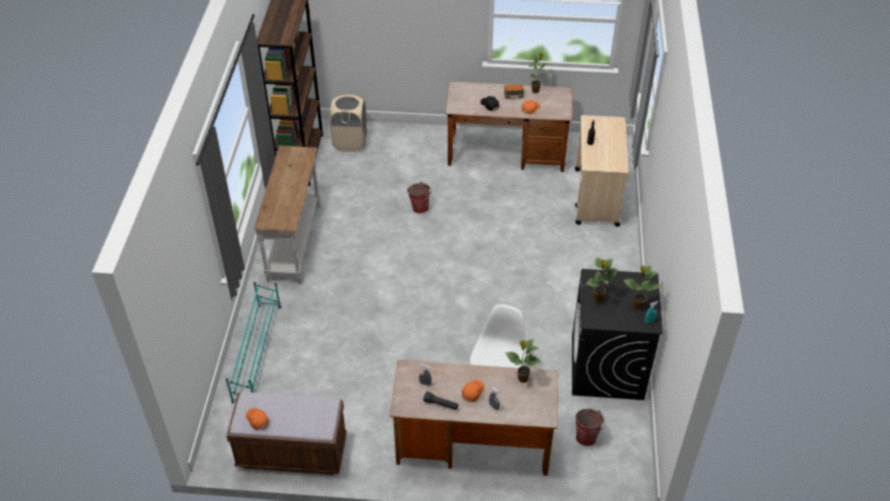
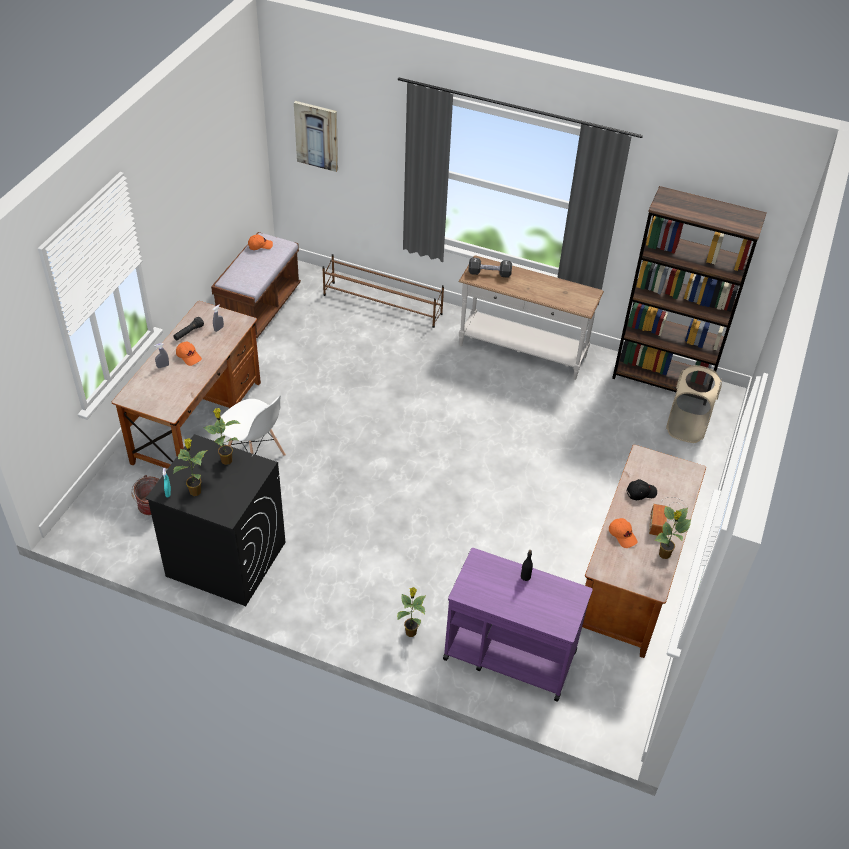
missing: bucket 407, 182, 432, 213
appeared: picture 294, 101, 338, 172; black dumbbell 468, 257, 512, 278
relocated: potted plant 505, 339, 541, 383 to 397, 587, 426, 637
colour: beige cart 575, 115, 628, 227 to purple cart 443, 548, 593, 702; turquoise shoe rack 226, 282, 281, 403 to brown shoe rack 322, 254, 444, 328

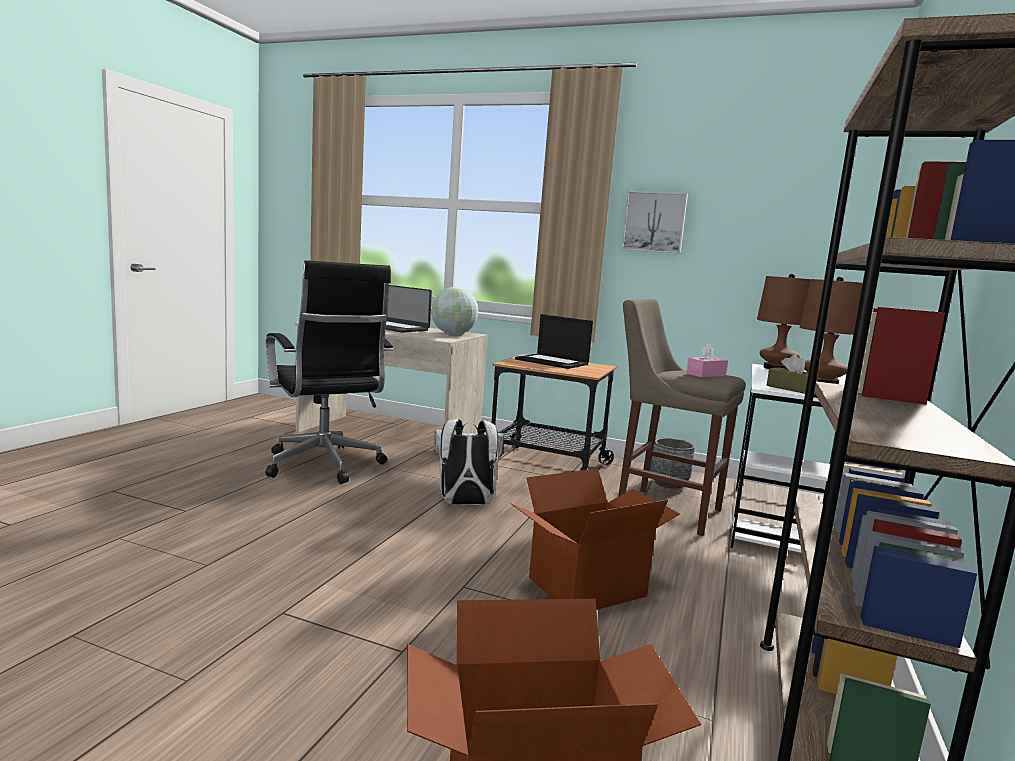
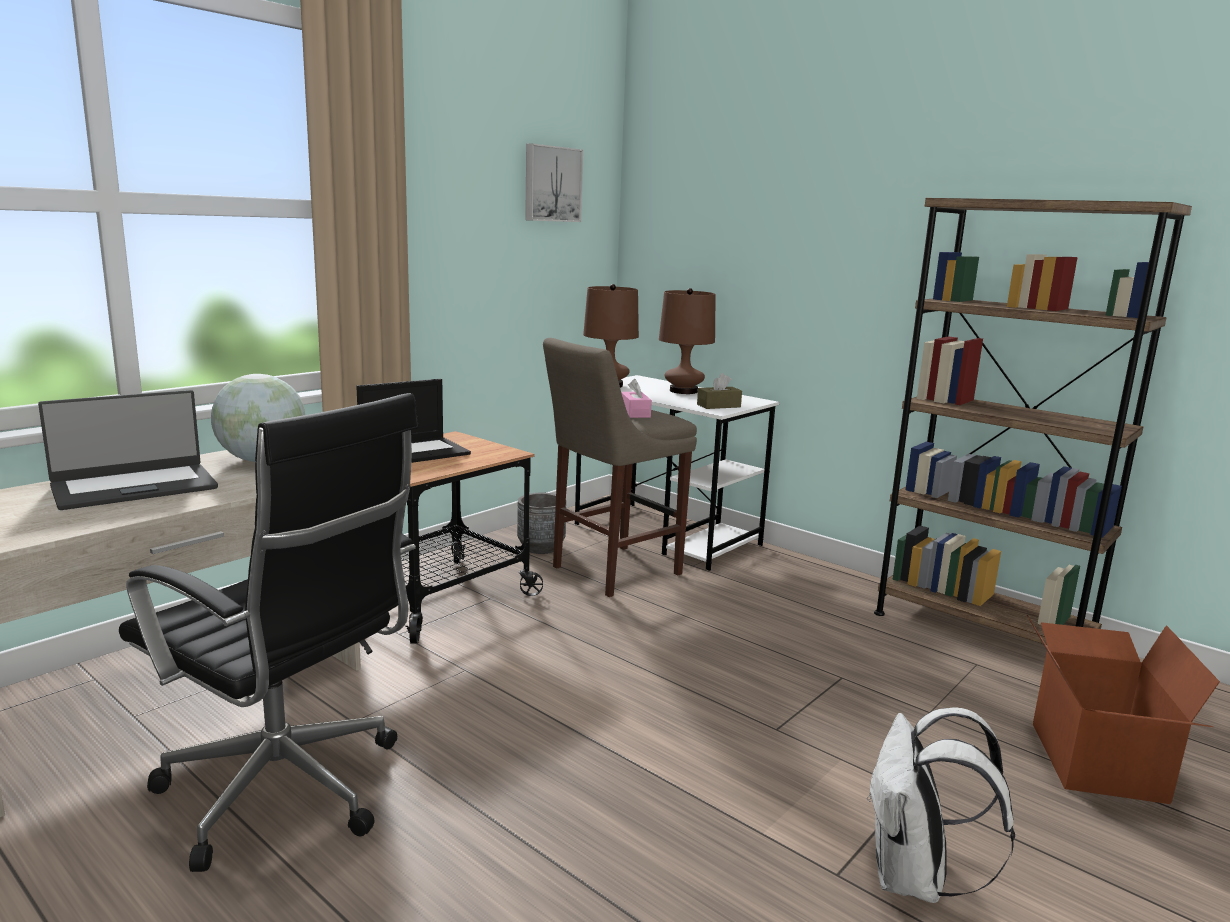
missing: cardboard box 510, 469, 680, 610
relocated: picture 622, 191, 688, 254 to 525, 143, 583, 222; white backpack 435, 419, 504, 505 to 867, 707, 1015, 903
spun: black office chair 265, 260, 394, 484 = 119, 393, 419, 872 45 degrees clockwise

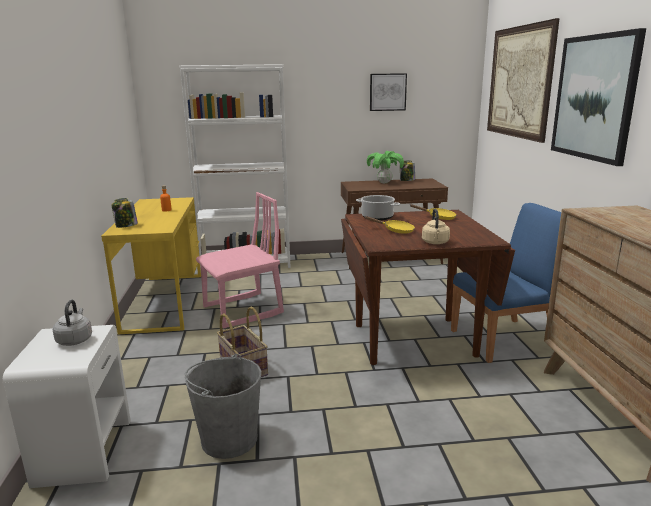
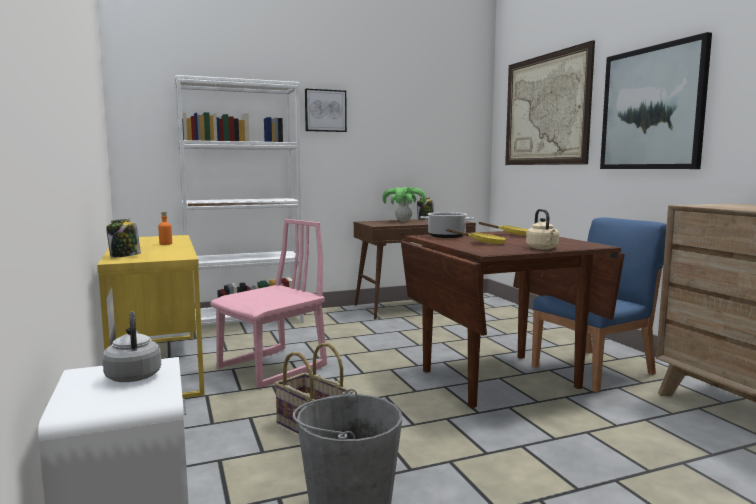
relocated: picture 370, 73, 407, 111 to 305, 89, 347, 132

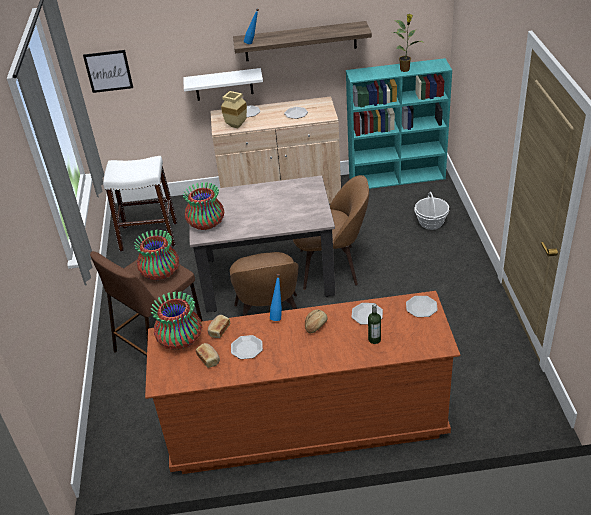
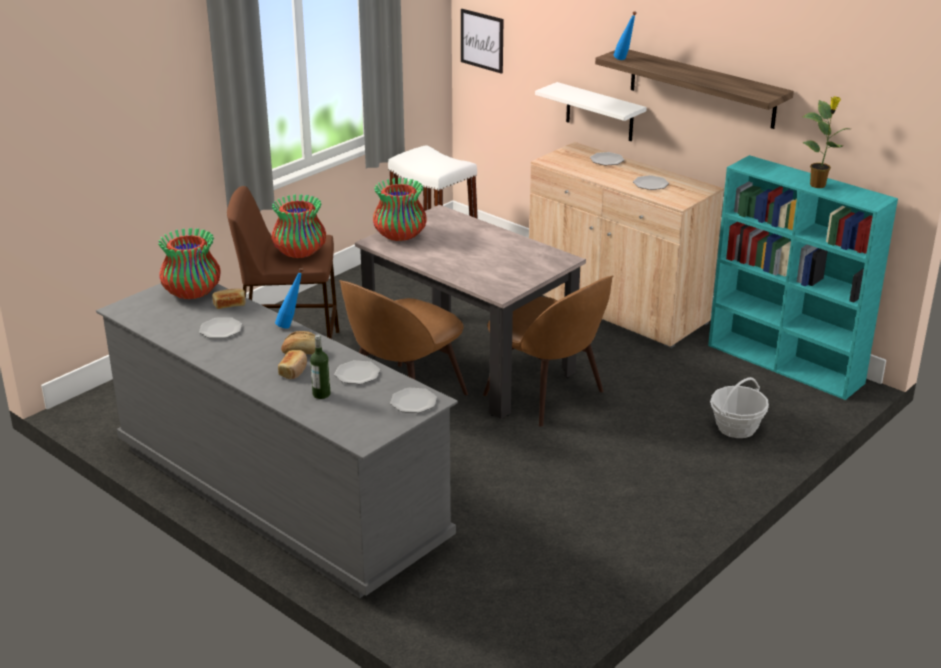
missing: beige vase 221, 91, 247, 128
relocated: bread 196, 343, 220, 368 to 278, 350, 307, 379
colour: brown dresser 145, 291, 460, 474 to grey dresser 96, 283, 458, 598

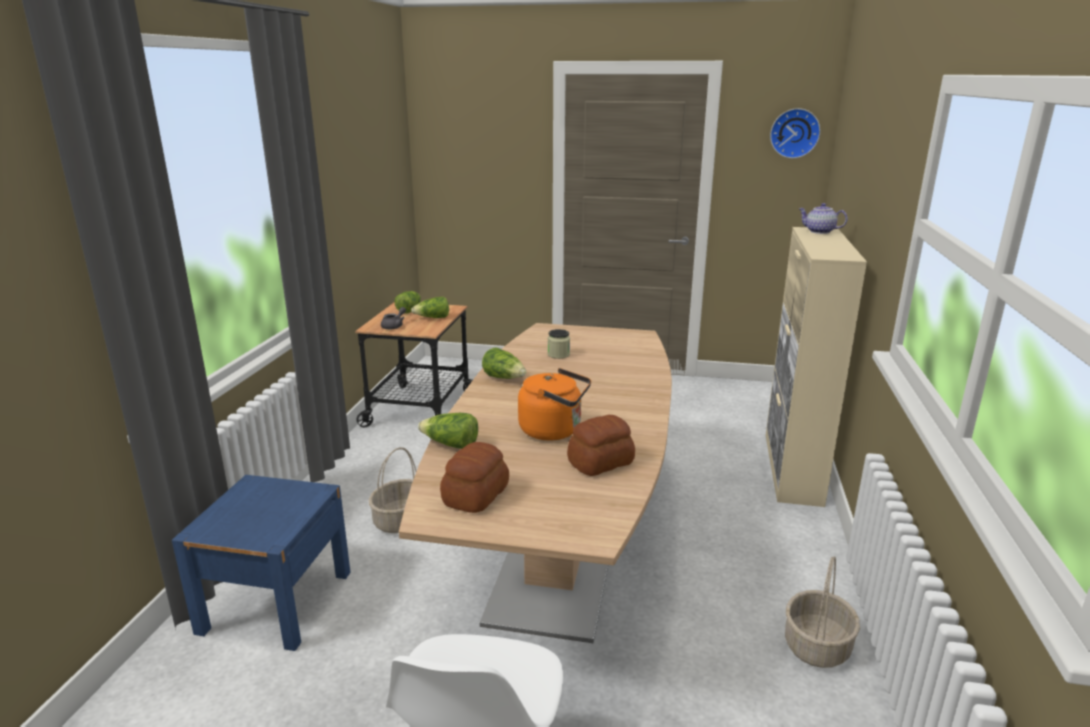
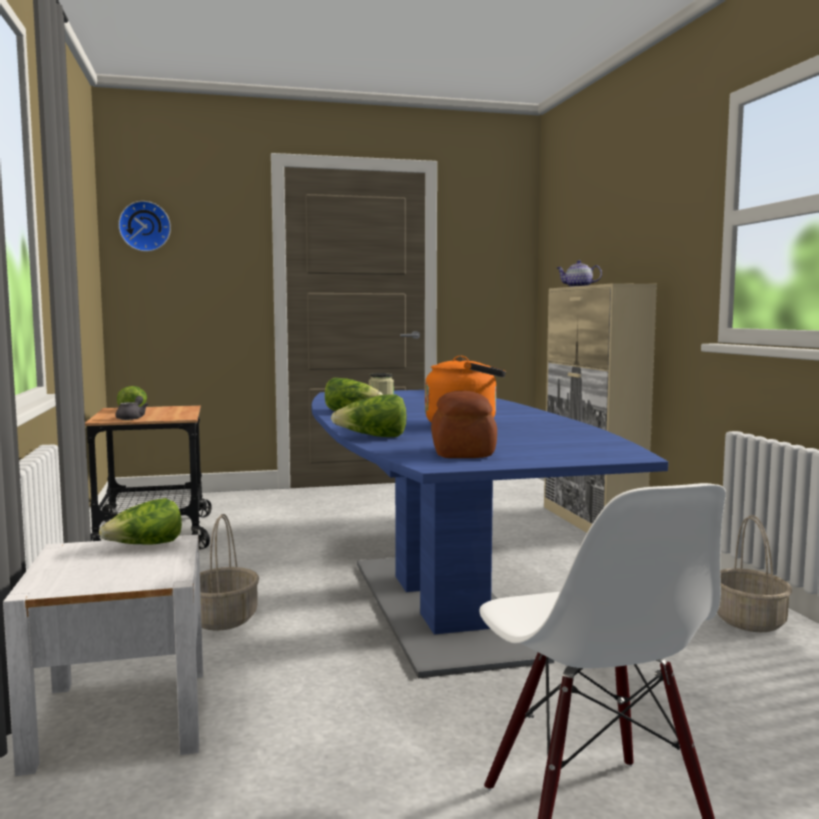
missing: bread 567, 415, 635, 476
relocated: wall clock 770, 108, 820, 158 to 118, 201, 171, 252; lettuce 411, 297, 449, 318 to 99, 498, 182, 545
colour: brown dining table 399, 323, 672, 643 to blue dining table 311, 390, 668, 678; blue nightstand 172, 475, 350, 651 to white nightstand 3, 535, 203, 776

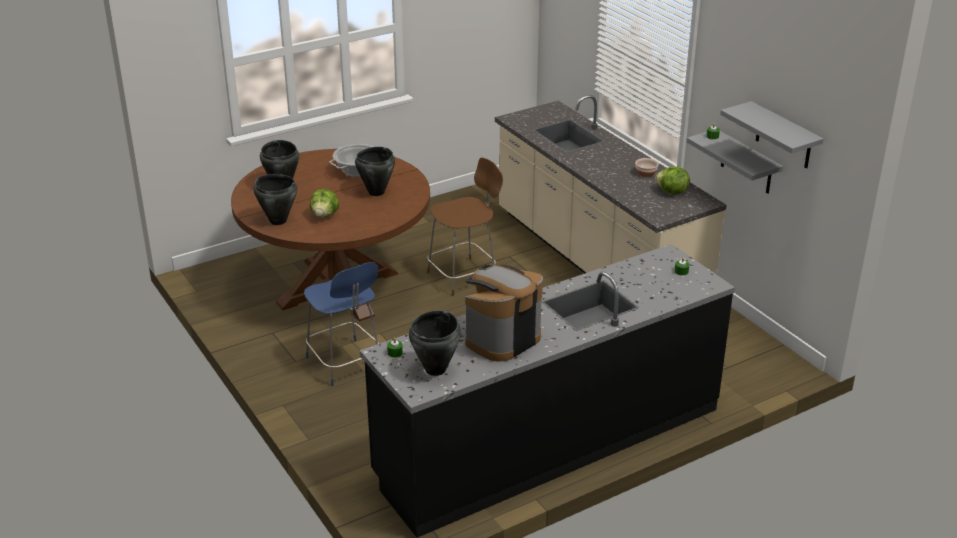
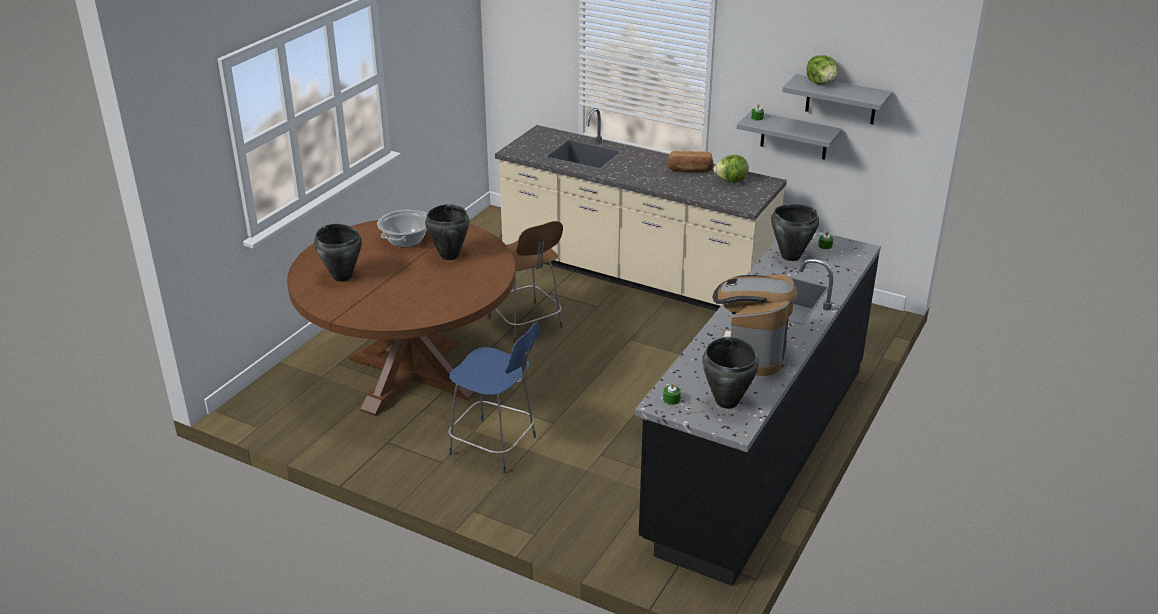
relocated: black cooking pot 253, 174, 297, 225 to 771, 204, 819, 261; lettuce 310, 189, 339, 217 to 807, 55, 838, 84
exchanged: bowl 635, 158, 659, 177 to bread 668, 151, 713, 173
spun: brown chair 427, 158, 503, 296 = 489, 221, 563, 344 120 degrees clockwise

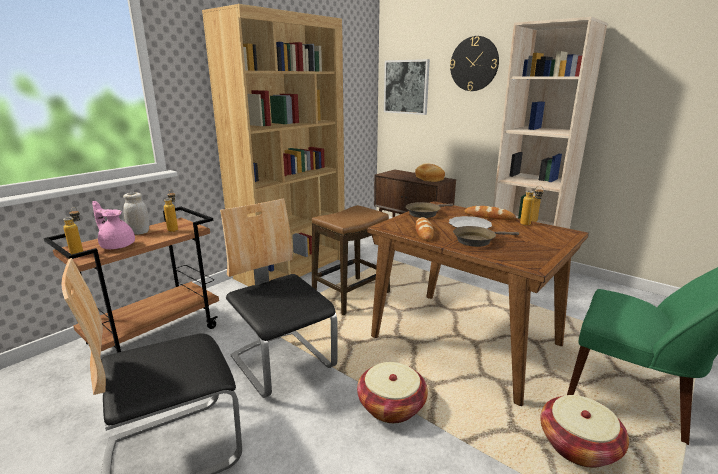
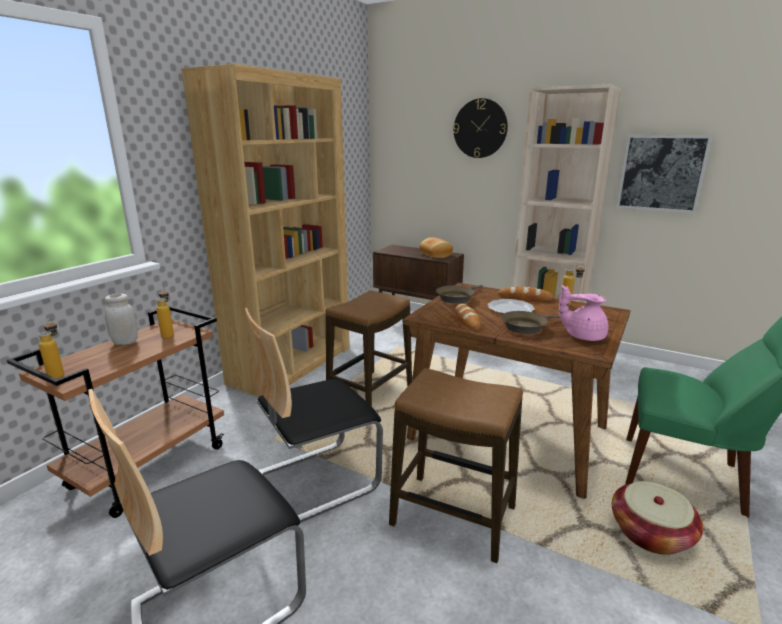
relocated: picture 384, 59, 430, 115 to 616, 135, 712, 213; pink teapot 92, 201, 135, 249 to 559, 285, 608, 341
exchanged: basket 357, 362, 428, 423 to stool 389, 368, 523, 563
spun: chair 220, 198, 337, 398 = 245, 308, 383, 523 75 degrees counterclockwise

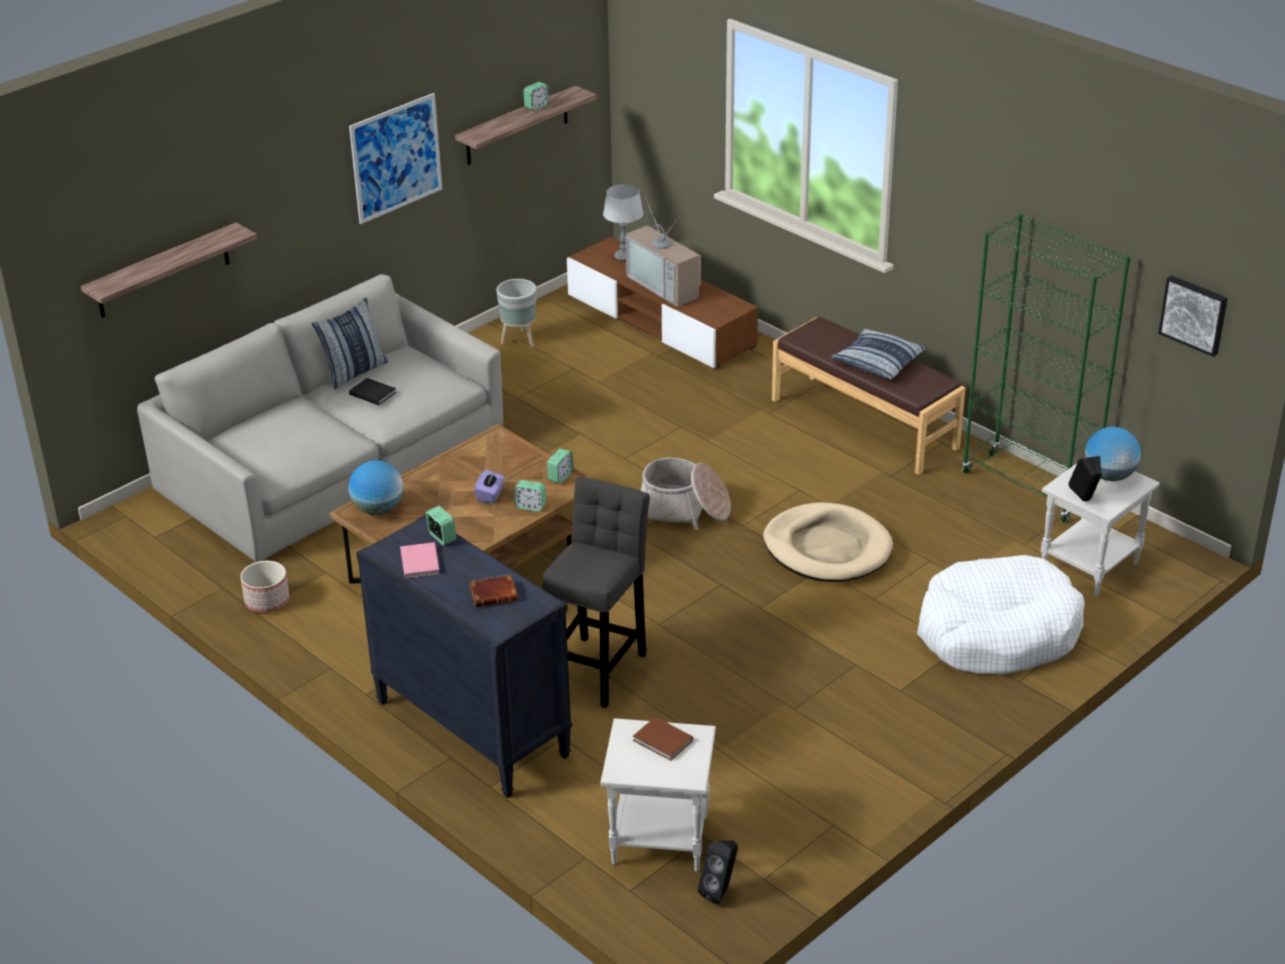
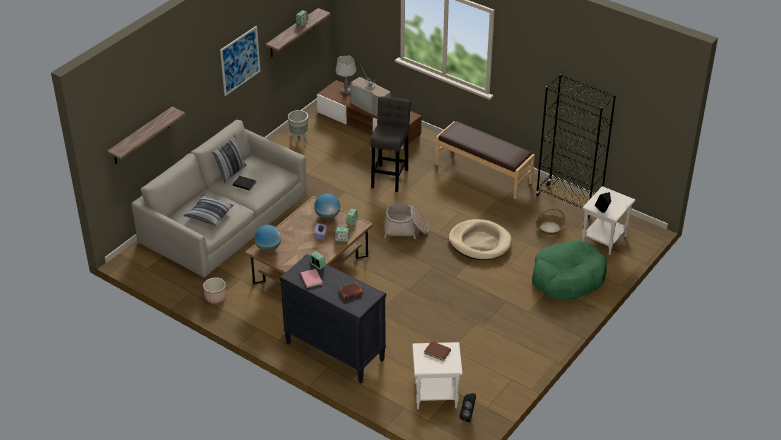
missing: picture 1158, 275, 1228, 357
appeared: basket 536, 209, 565, 235
relocated: pillow 830, 328, 926, 380 to 183, 195, 234, 226; globe 1085, 427, 1141, 481 to 314, 193, 340, 219; grey stool 542, 477, 650, 708 to 370, 96, 411, 192
colour: green bookcase 962, 213, 1131, 523 to black bookcase 536, 74, 616, 218; white dog bed 917, 555, 1085, 675 to green dog bed 532, 240, 607, 300

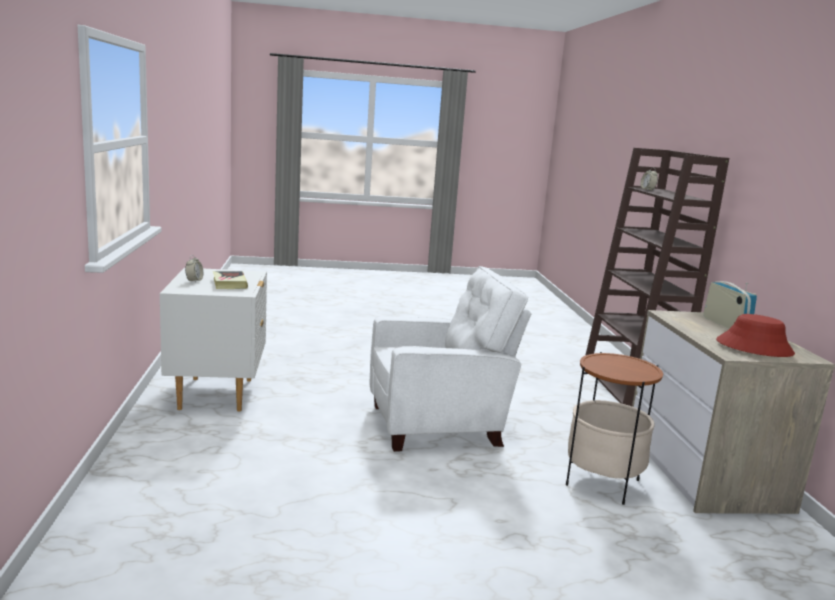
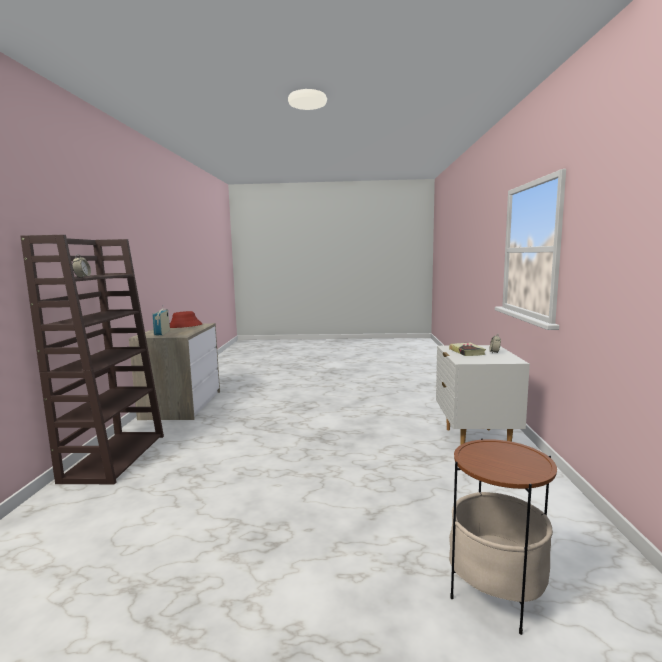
missing: white armchair 370, 266, 531, 452
relocated: side table 566, 352, 663, 505 to 449, 438, 557, 635

